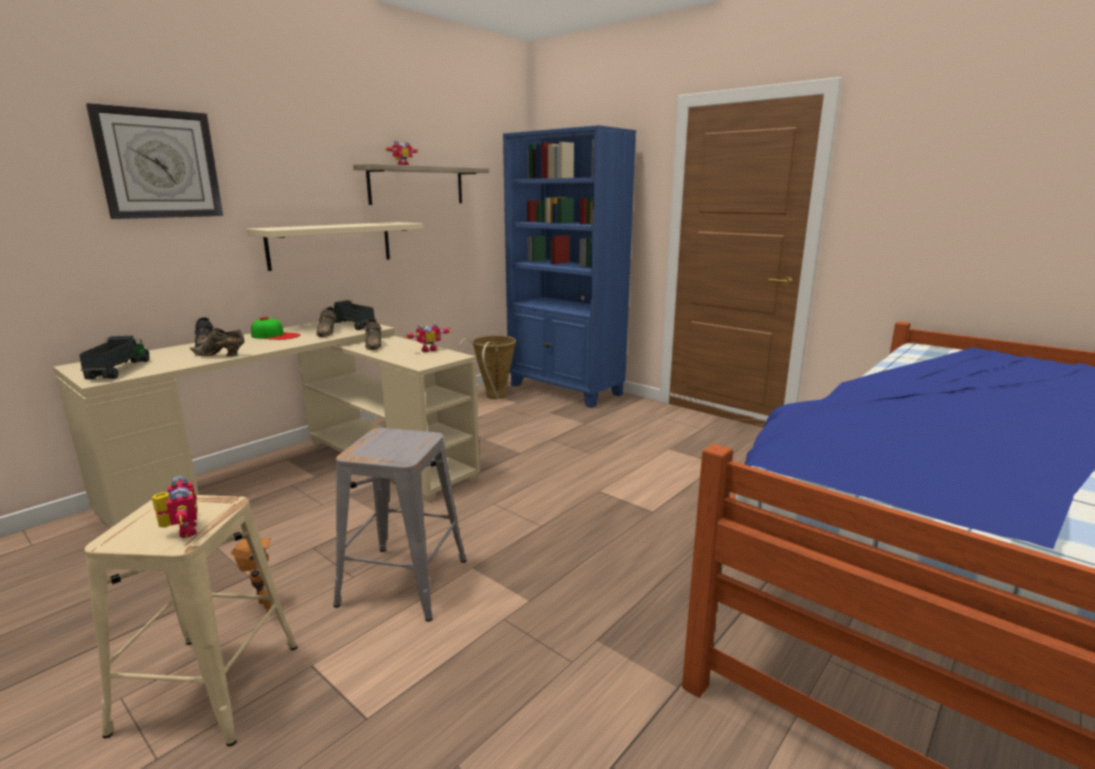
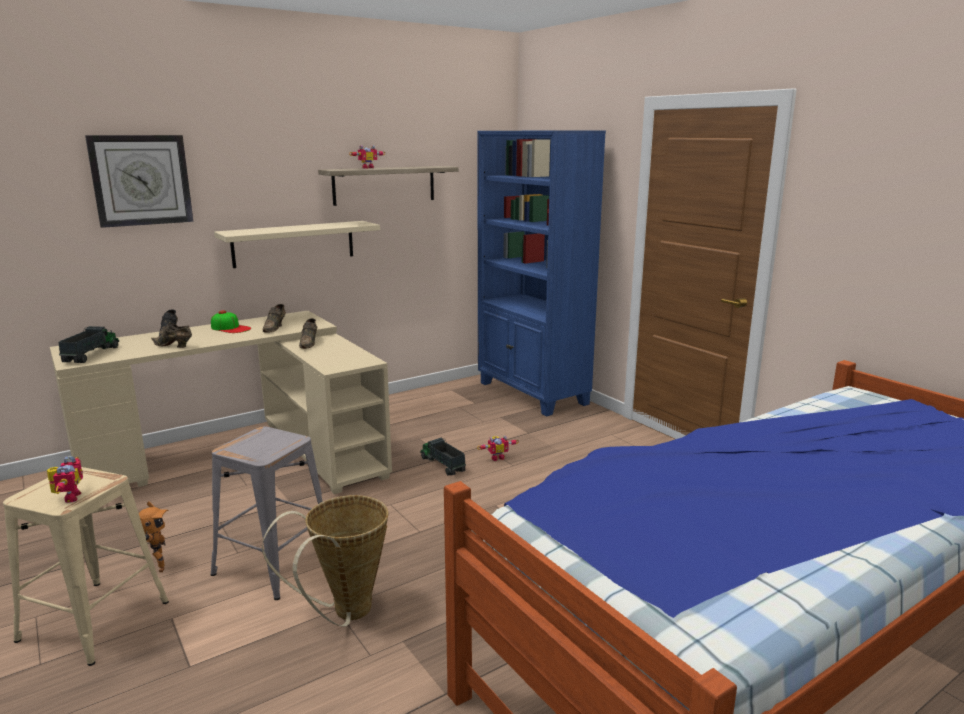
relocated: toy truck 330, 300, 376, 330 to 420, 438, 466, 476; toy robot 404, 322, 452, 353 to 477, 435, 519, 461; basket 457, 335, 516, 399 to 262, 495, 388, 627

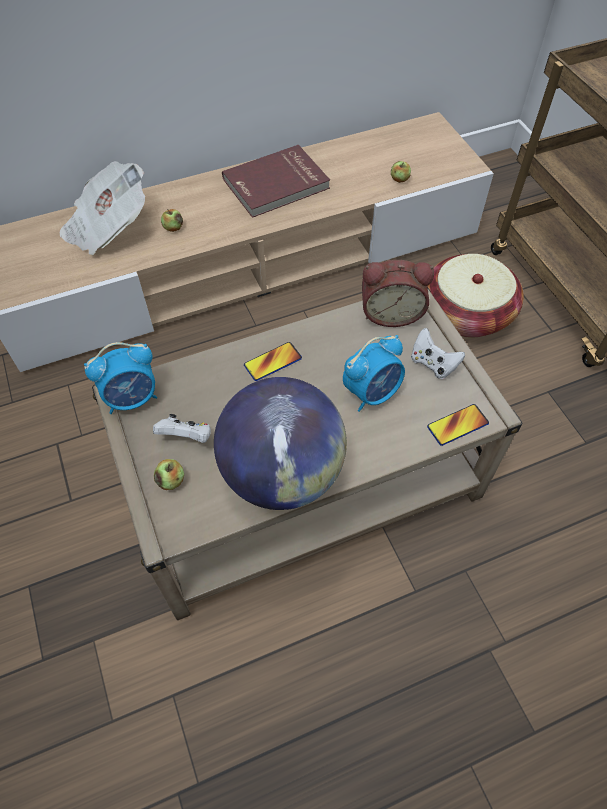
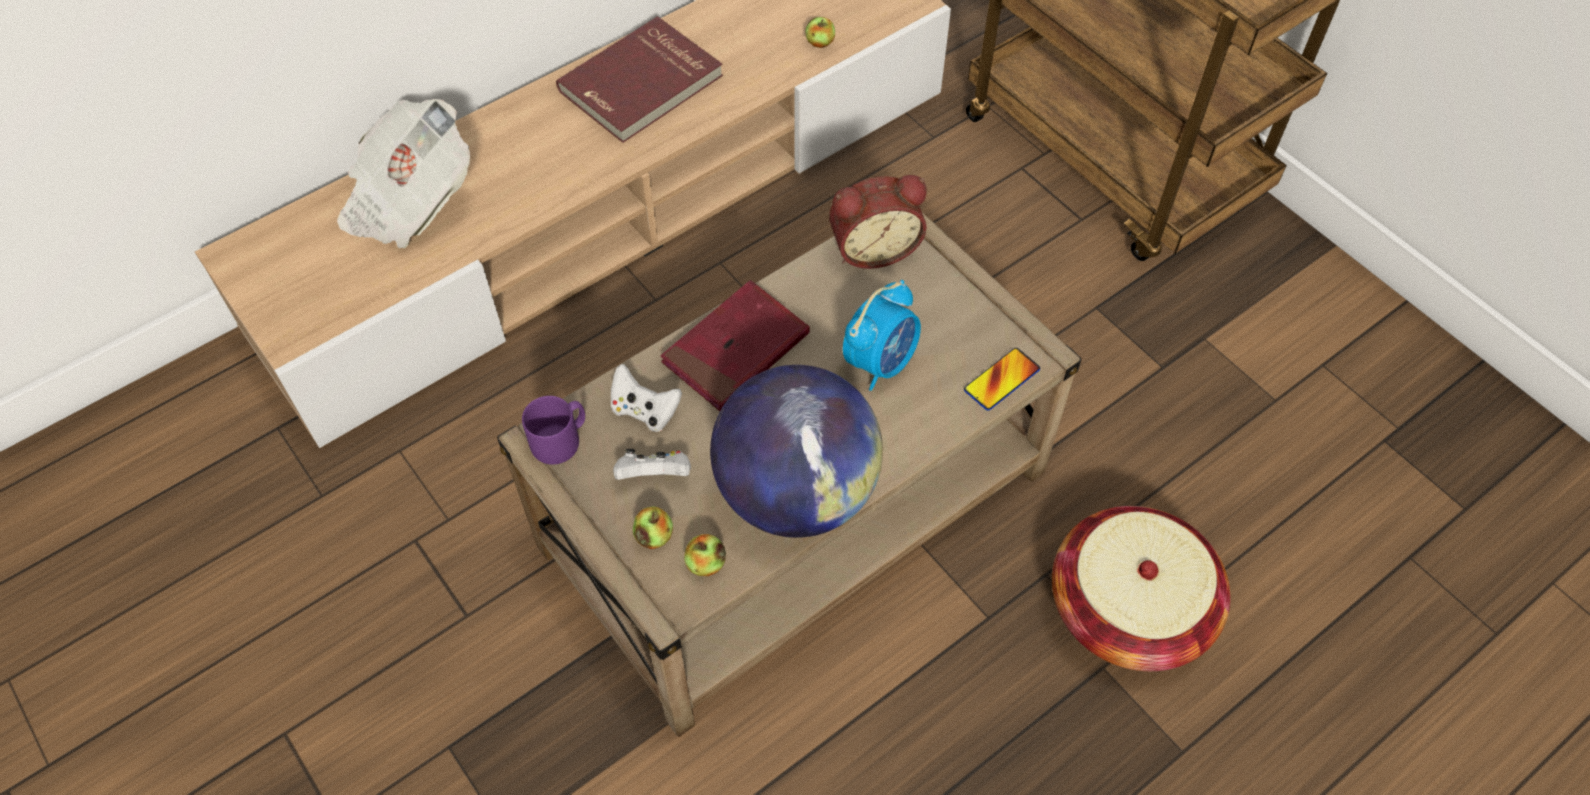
relocated: apple 161, 209, 183, 232 to 684, 534, 726, 576; basket 428, 254, 524, 338 to 1052, 506, 1231, 671; white game controller 411, 328, 465, 379 to 611, 364, 682, 432
exchanged: alarm clock 84, 342, 157, 414 to purple mug 522, 396, 585, 465; phone 244, 342, 302, 381 to red book 661, 280, 810, 411

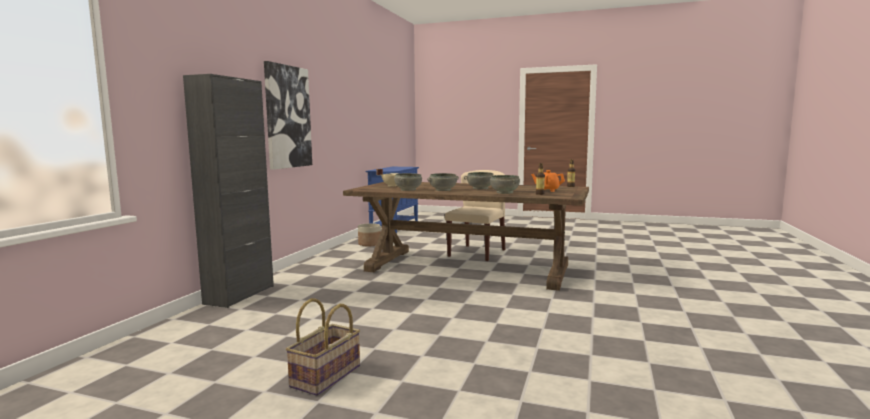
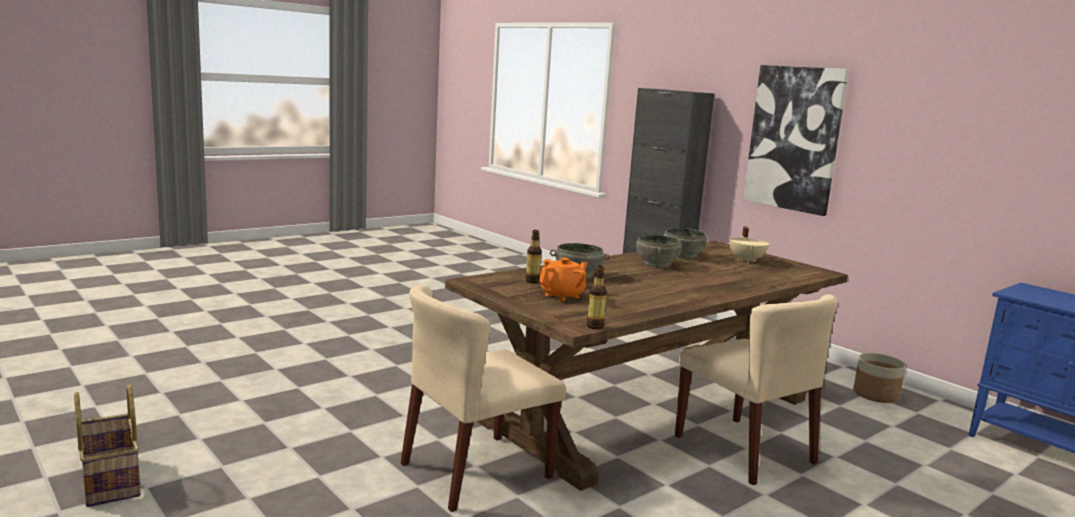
missing: grey bowl 464, 172, 495, 189
appeared: beige chair 401, 285, 566, 512
relocated: basket 286, 298, 360, 396 to 74, 385, 141, 507

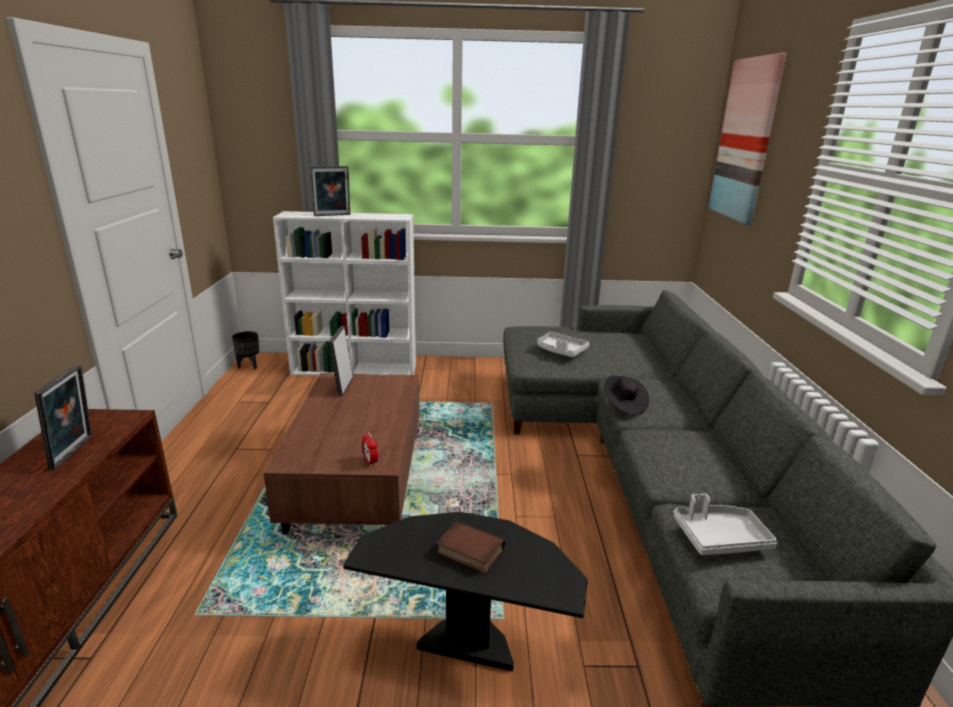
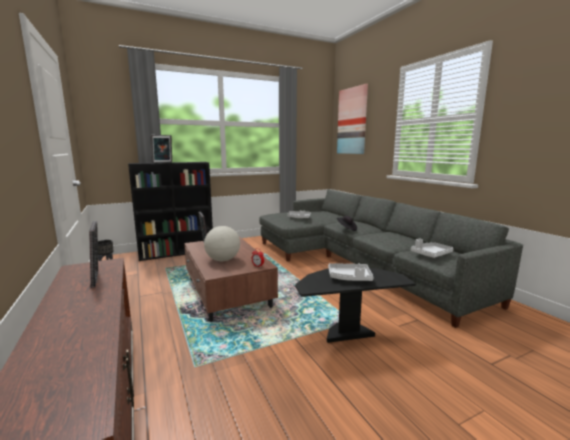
appeared: globe 204, 226, 240, 261
exchanged: book 437, 520, 505, 574 to grey tray 328, 263, 373, 281
colour: white bookcase 273, 211, 416, 376 to black bookcase 128, 162, 213, 261

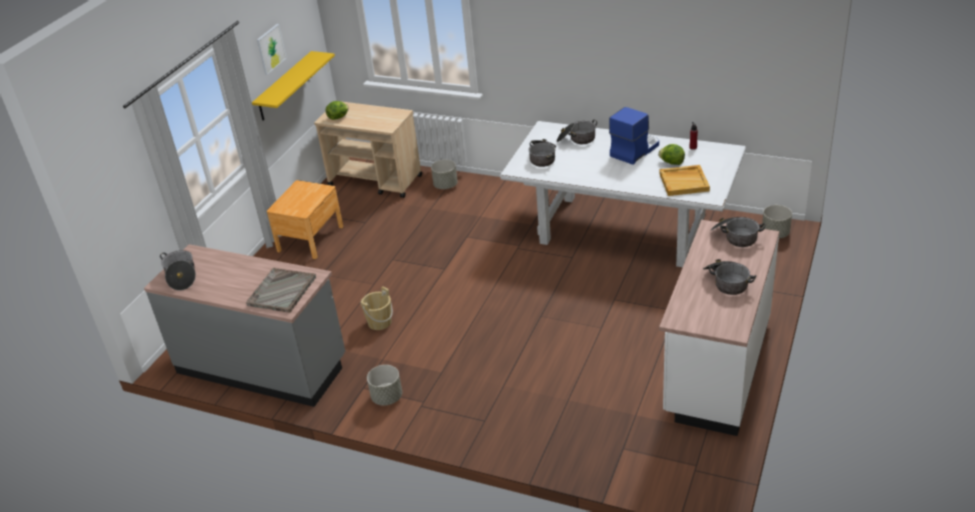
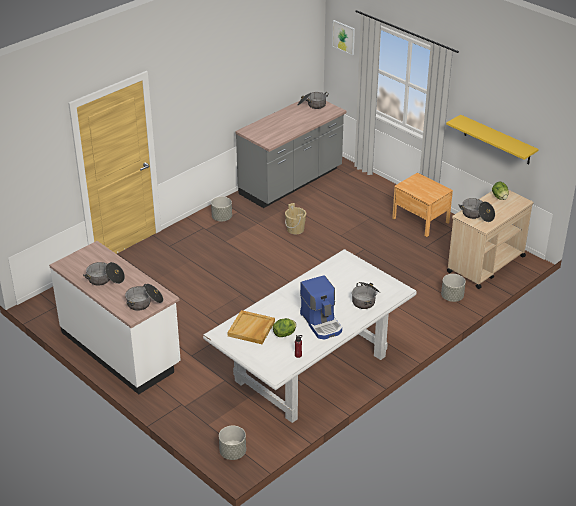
missing: grey tray 246, 268, 316, 313
relocated: picture 257, 24, 287, 75 to 332, 20, 355, 55; cooking pot 529, 139, 556, 167 to 459, 198, 495, 222

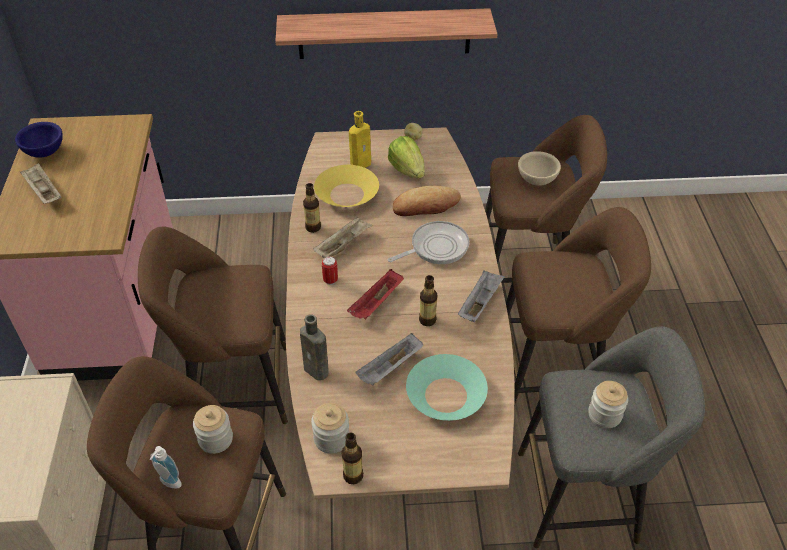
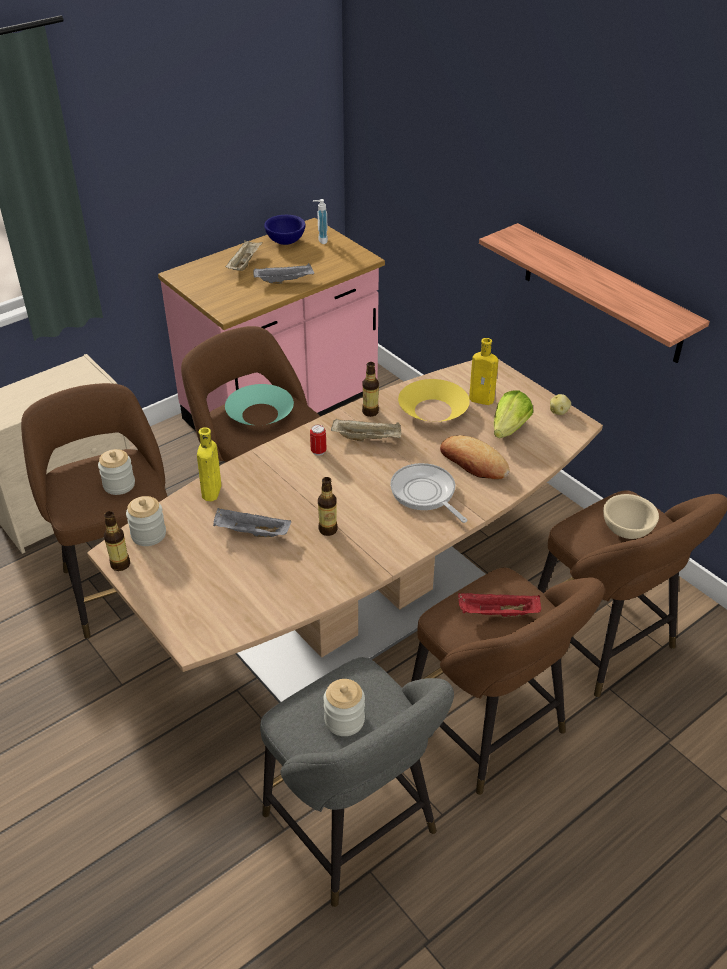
relocated: red tray 347, 269, 404, 320 to 458, 593, 541, 617; grey tray 458, 270, 505, 322 to 253, 263, 314, 284; turquoise bowl 406, 354, 488, 421 to 225, 384, 294, 425; soap dispenser 150, 446, 182, 489 to 313, 199, 328, 244
colour: brown bottle 300, 314, 329, 380 to yellow bottle 197, 427, 221, 501
spun: frying pan 388, 221, 469, 264 = 390, 463, 467, 523 150 degrees counterclockwise

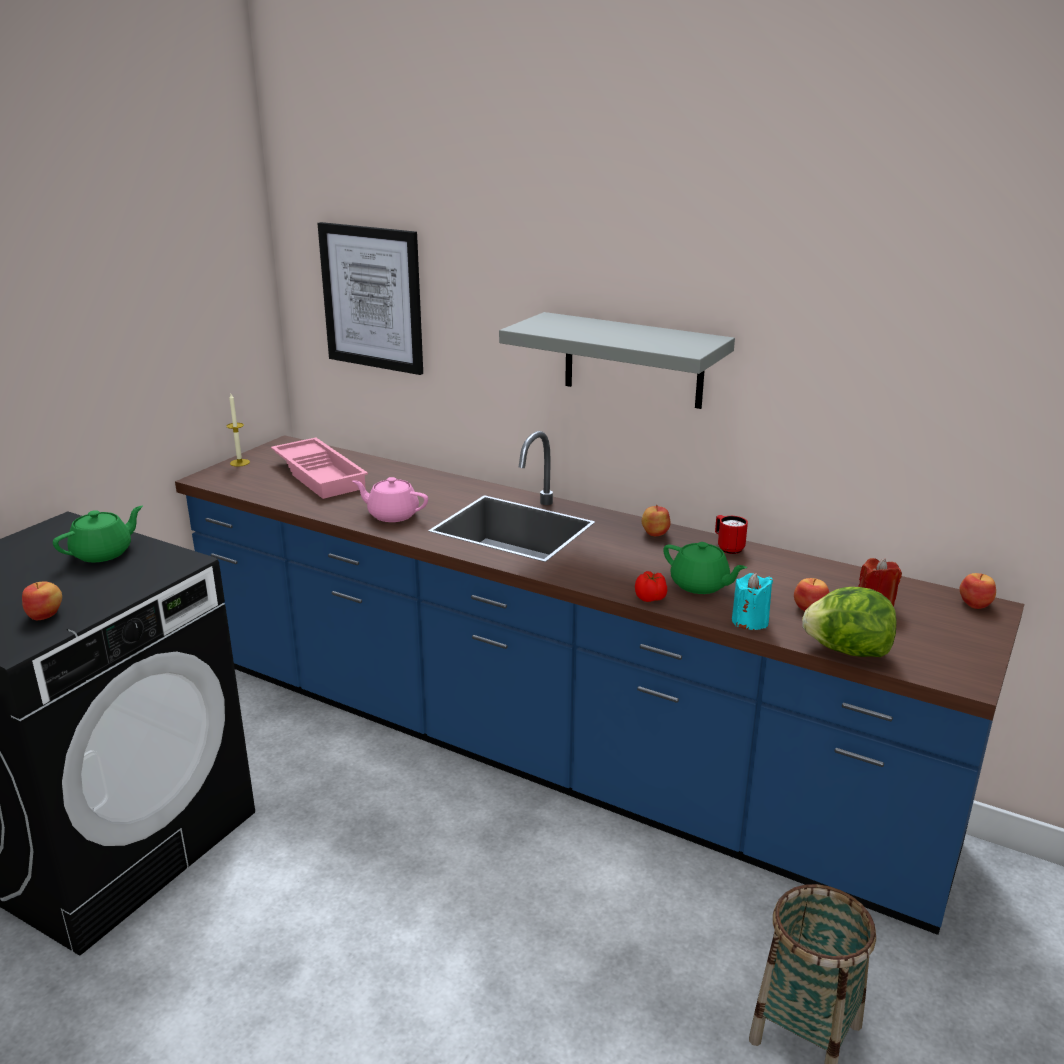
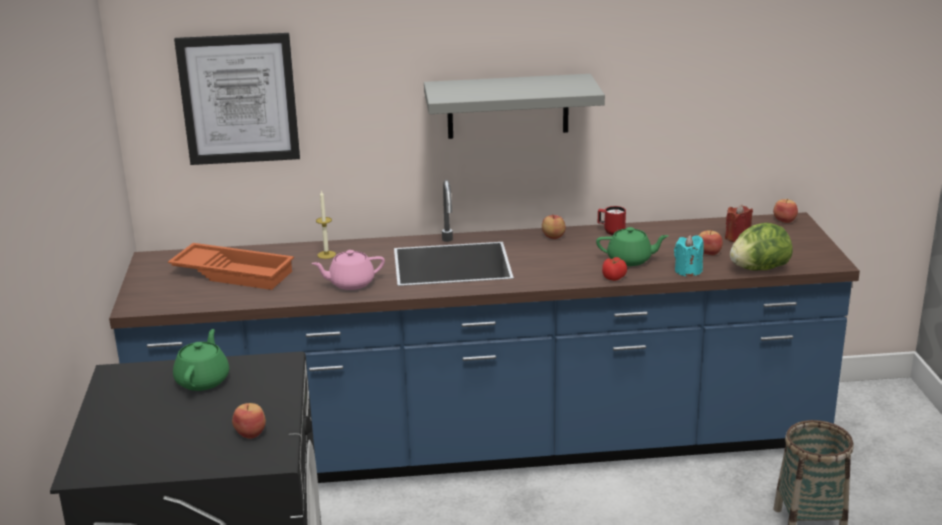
relocated: candle 227, 394, 250, 467 to 316, 190, 336, 259
colour: pink tray 271, 438, 368, 499 to orange tray 168, 243, 294, 290

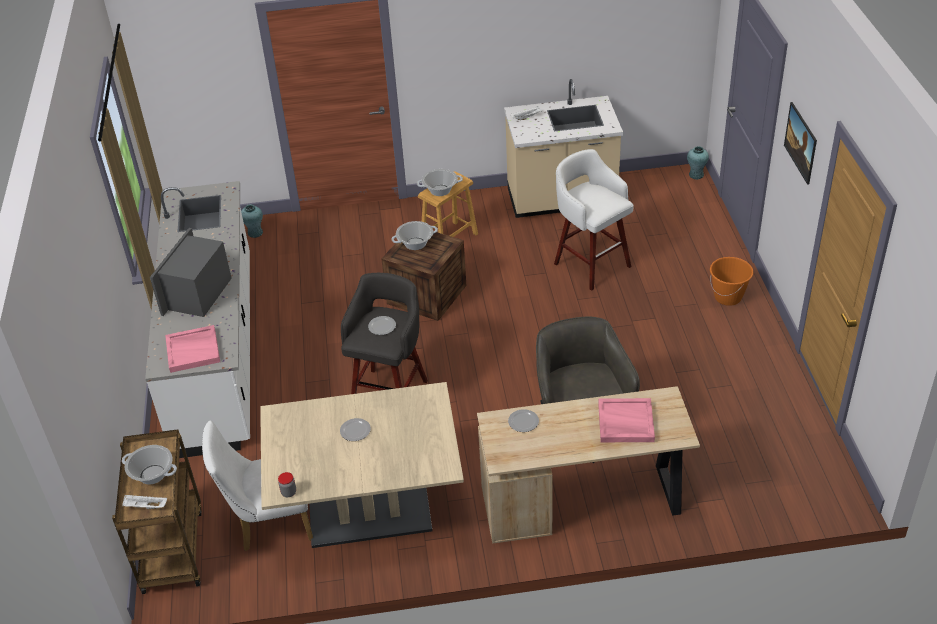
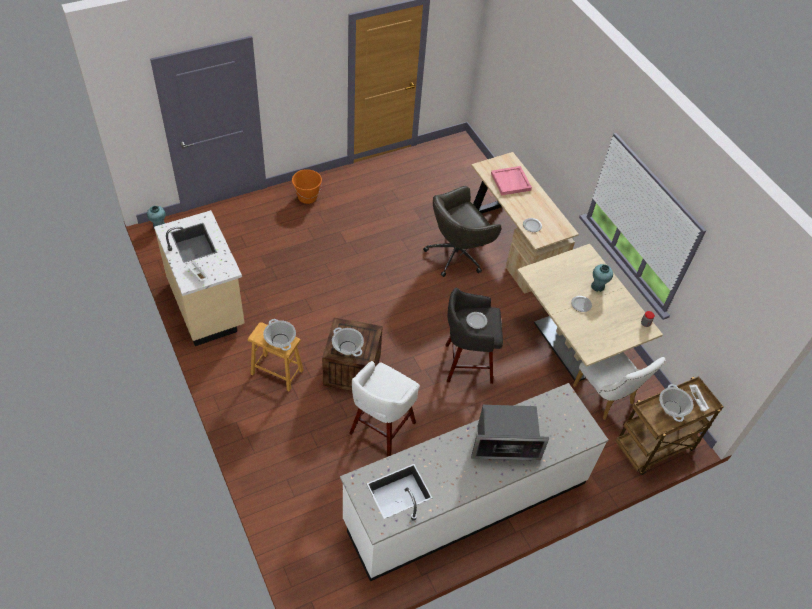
missing: picture 784, 102, 817, 185; pink tray 165, 325, 220, 373
relocated: white stool 554, 149, 634, 291 to 349, 361, 420, 457; turquoise vase 241, 204, 263, 238 to 591, 264, 613, 292

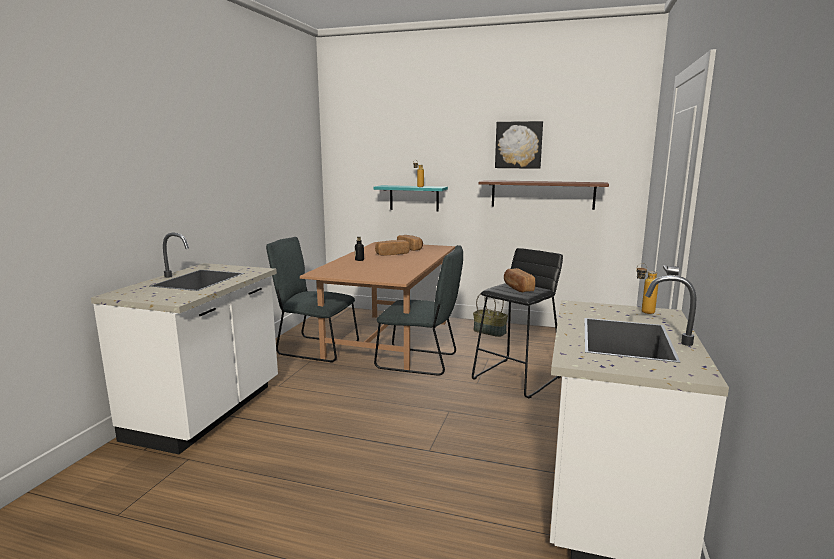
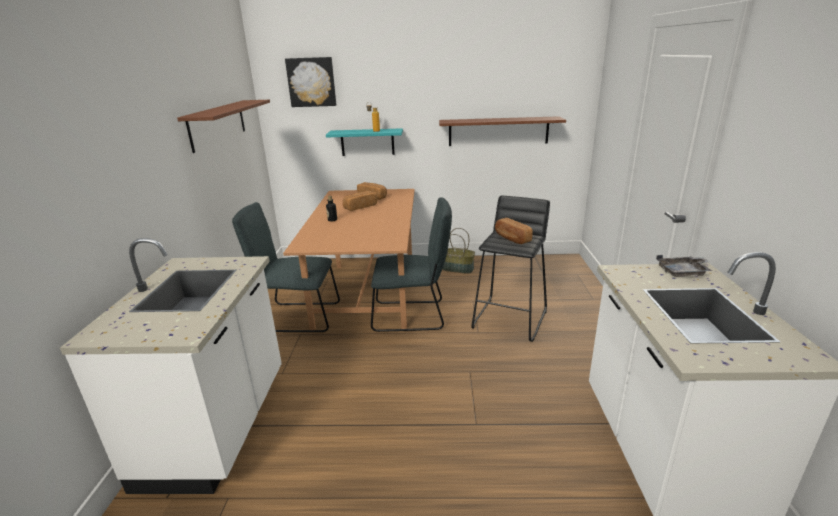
appeared: brown shelf 177, 100, 270, 153
relocated: picture 495, 121, 543, 169 to 285, 57, 336, 107
exchanged: bottle 636, 263, 659, 314 to grey tray 656, 255, 712, 277

